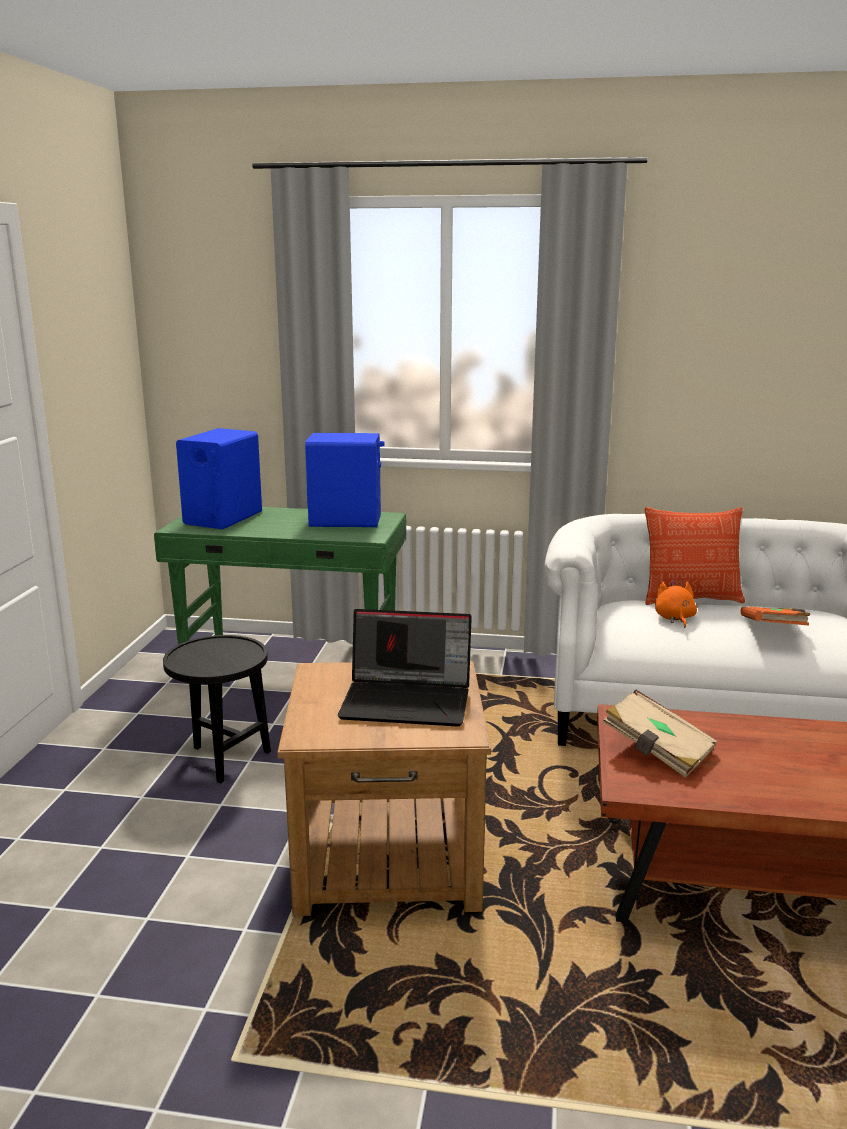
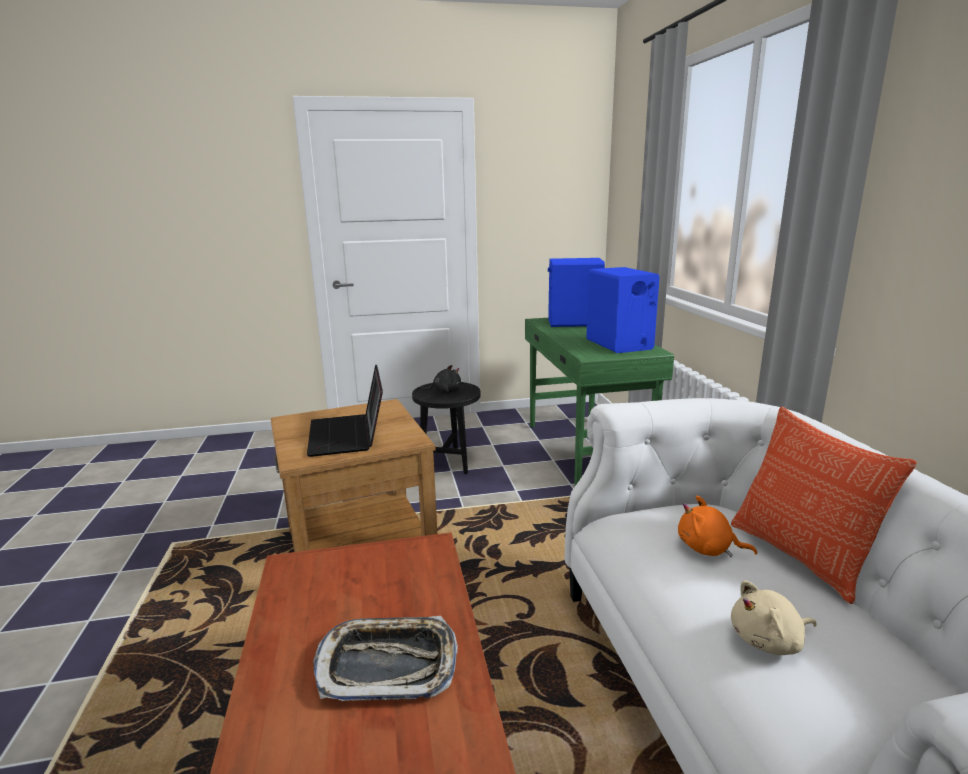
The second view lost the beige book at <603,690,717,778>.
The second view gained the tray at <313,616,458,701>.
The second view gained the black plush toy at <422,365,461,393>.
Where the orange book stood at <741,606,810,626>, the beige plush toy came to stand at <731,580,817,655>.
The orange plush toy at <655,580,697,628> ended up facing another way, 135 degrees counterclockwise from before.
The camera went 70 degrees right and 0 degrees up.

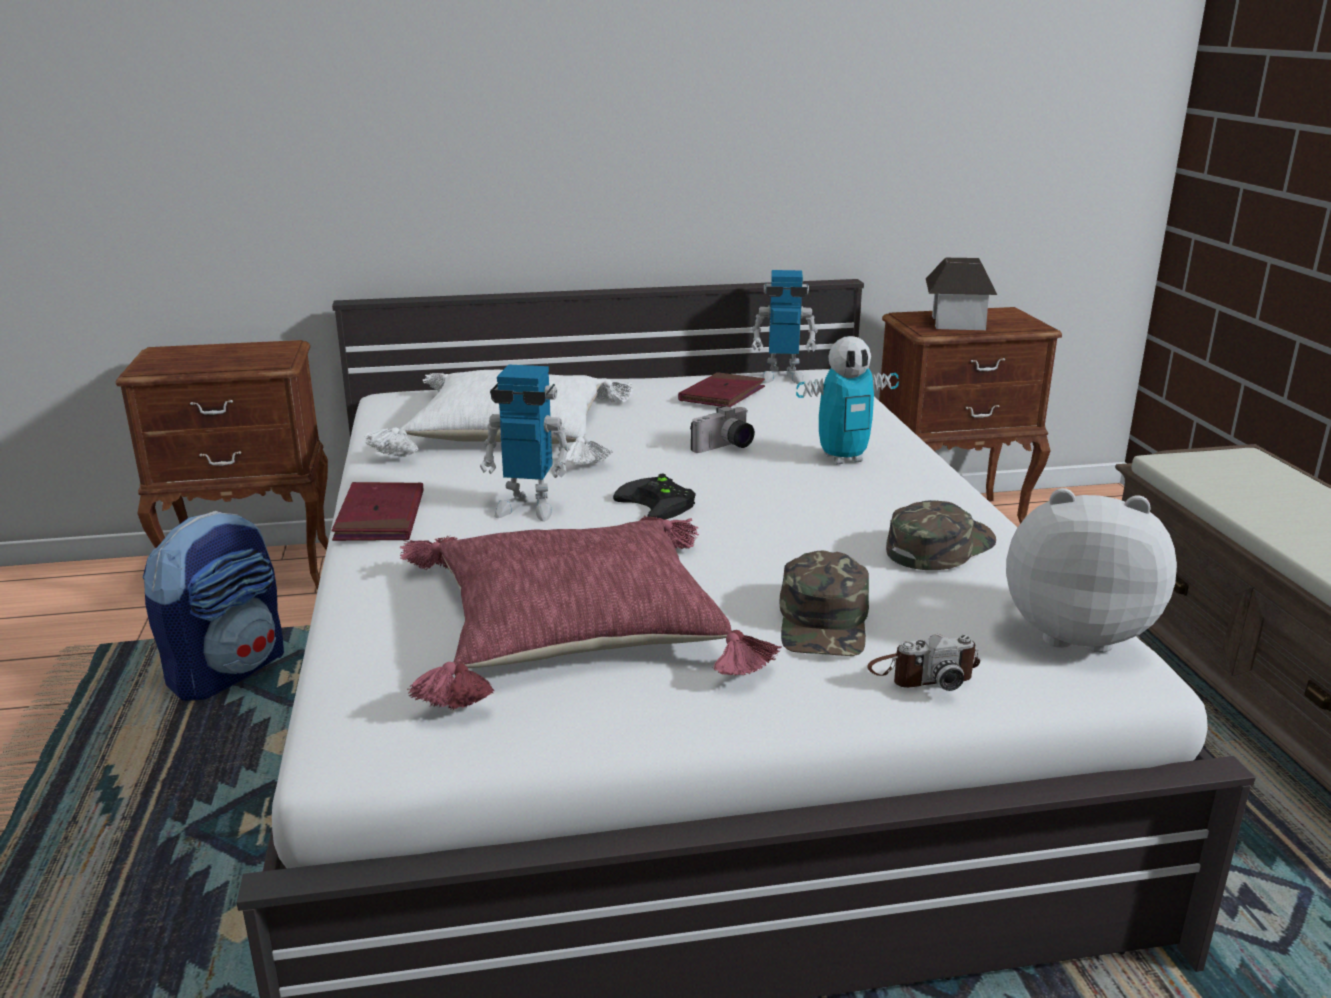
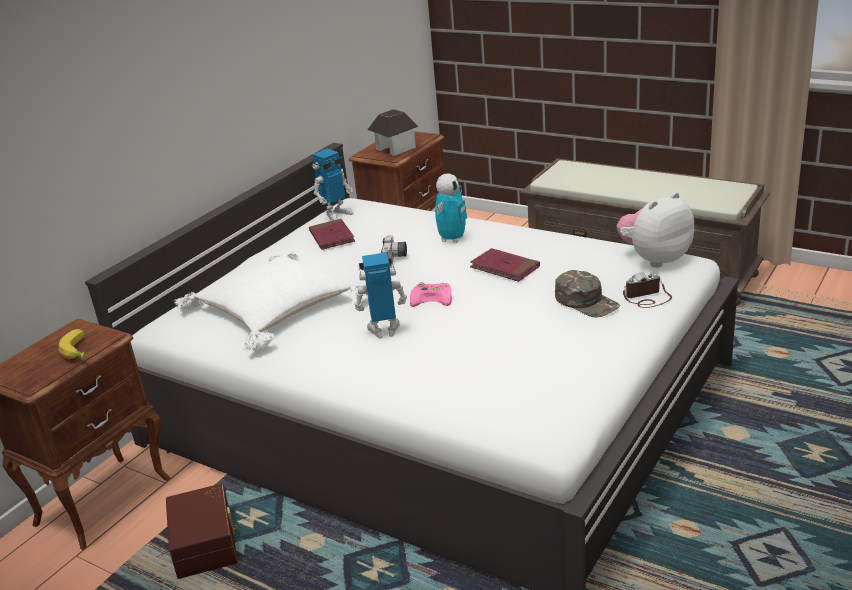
The second view lost the red pillow at <400,516,782,710>.
The second view lost the green cap at <886,500,996,570>.
The second view gained the banana at <59,329,86,359>.
The red book ended up elsewhere, having gone from <331,482,423,541> to <470,248,540,282>.
Where the backpack stood at <143,511,284,701>, the brown storage box came to stand at <166,484,238,579>.
What was the black game controller at <613,474,696,520> turned into the pink game controller at <410,282,452,307>.
The toy robot at <480,365,571,521> ended up facing another way, 150 degrees counterclockwise from before.
The photo camera at <867,634,980,691> ended up facing another way, 135 degrees counterclockwise from before.
The camera went 45 degrees left and 5 degrees up.

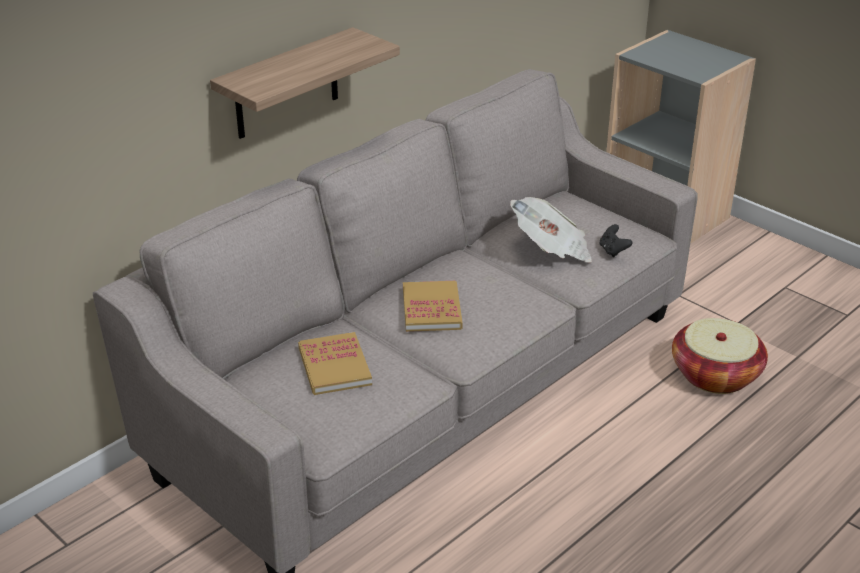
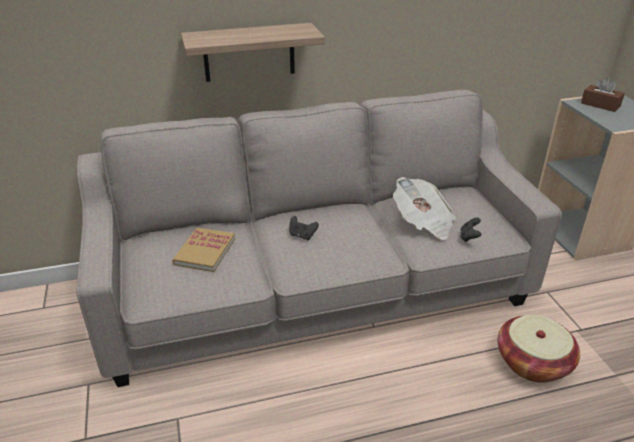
The second view gained the brown tissue box at <581,78,625,112>.
Where the book stood at <403,281,462,332>, the black game controller came to stand at <289,216,319,240>.
The camera went 30 degrees right and 0 degrees up.

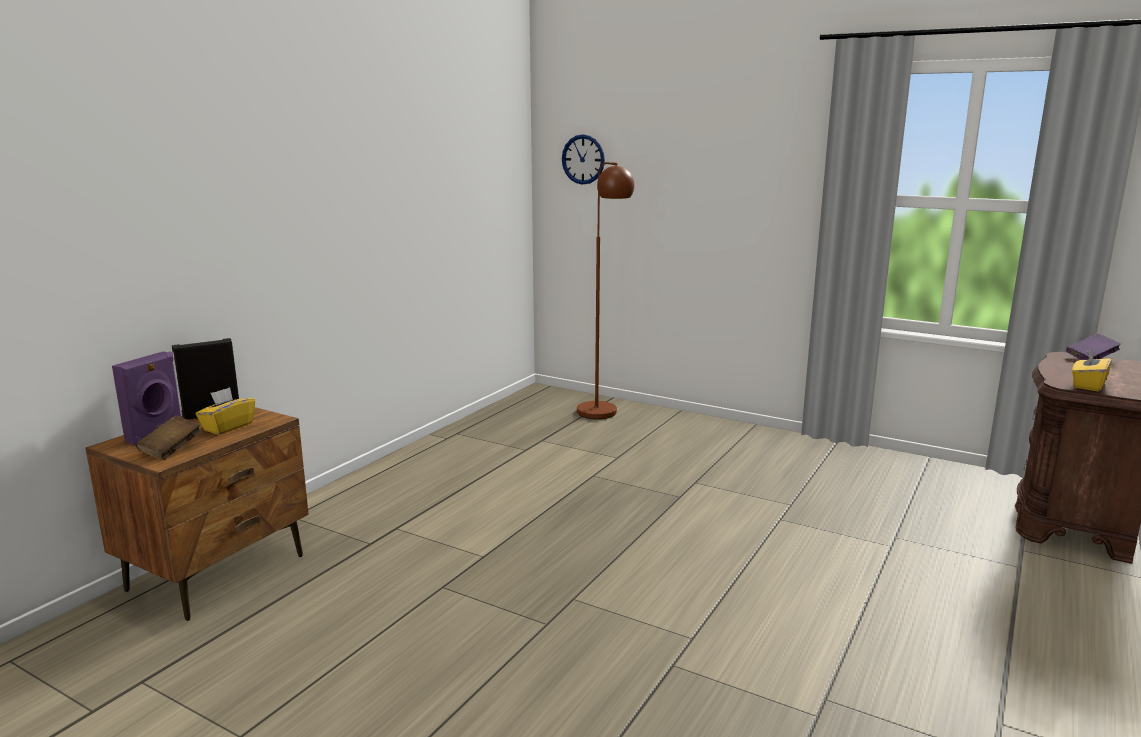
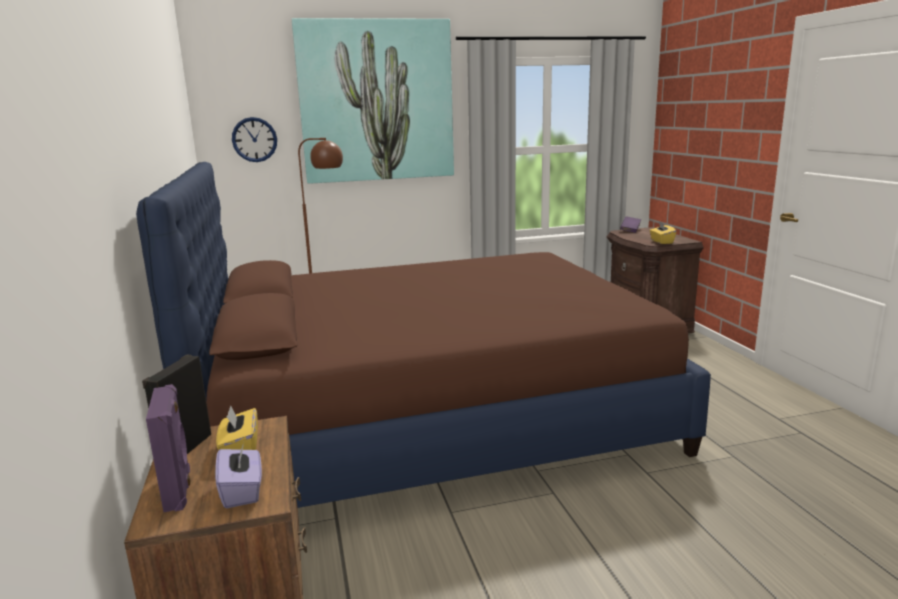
The second view gained the brown bed at <136,162,711,508>.
The second view gained the picture at <292,18,454,184>.
Where the brown book stood at <136,415,201,460>, the purple tissue box came to stand at <215,442,262,508>.
The camera went 45 degrees left and 0 degrees up.

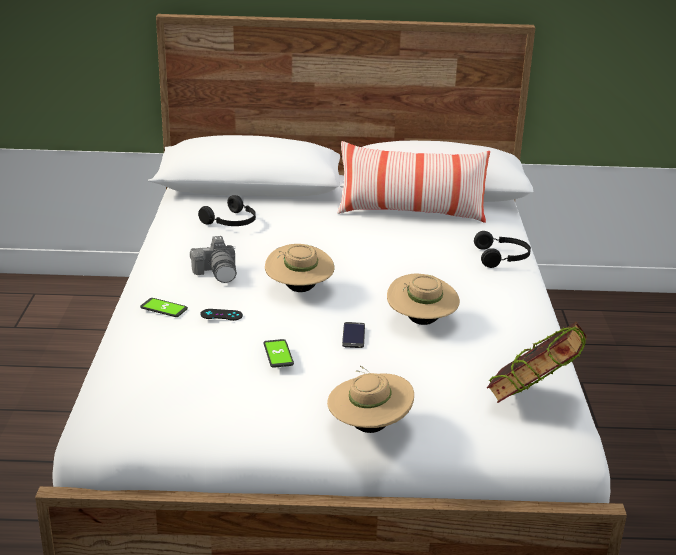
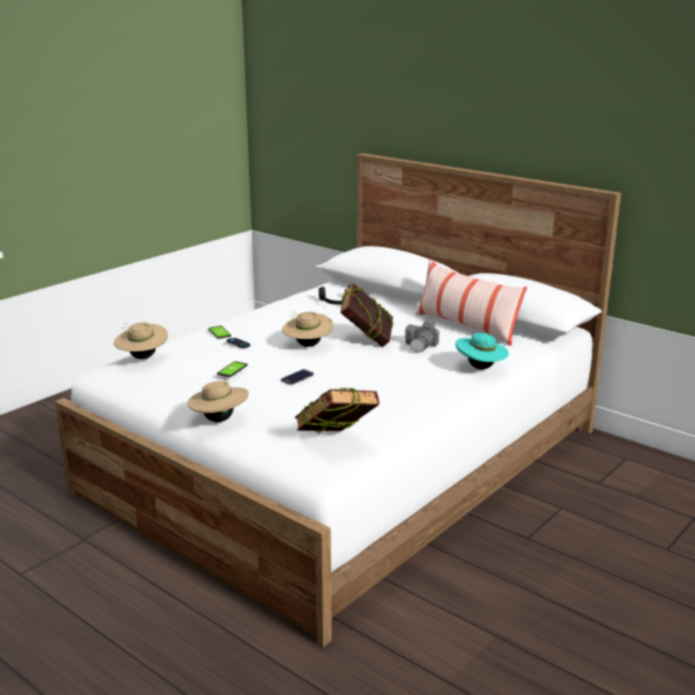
The second view gained the book at <340,283,394,347>.
The photo camera ended up elsewhere, having gone from <190,236,237,283> to <405,320,439,352>.
The beige hat ended up elsewhere, having gone from <387,274,460,325> to <114,322,168,359>.
Where the black headphones stood at <474,231,531,268>, the turquoise hat came to stand at <455,333,509,369>.
The camera went 40 degrees right and 5 degrees down.

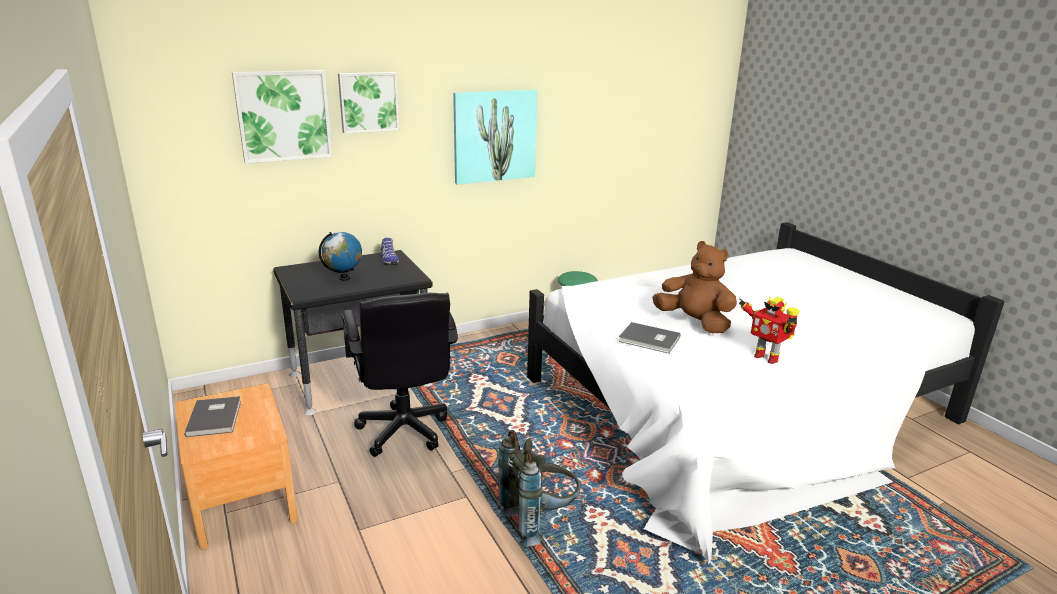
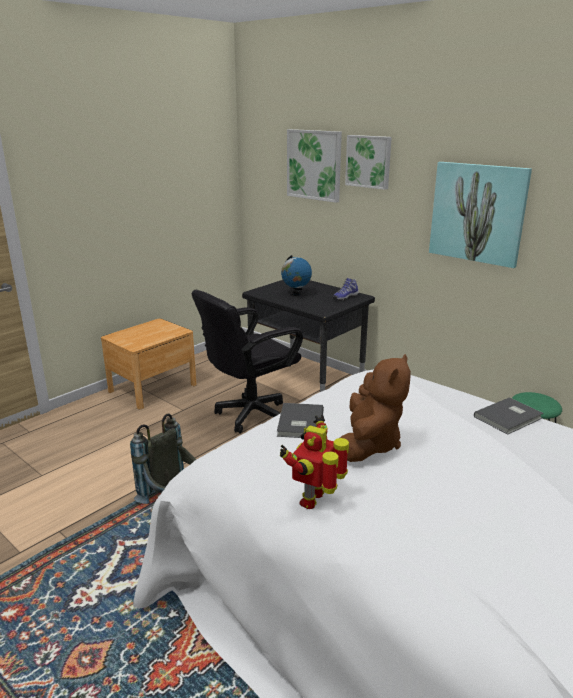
The grey book ended up elsewhere, having gone from <185,396,241,437> to <474,397,544,434>.
The camera went 70 degrees right and 0 degrees up.

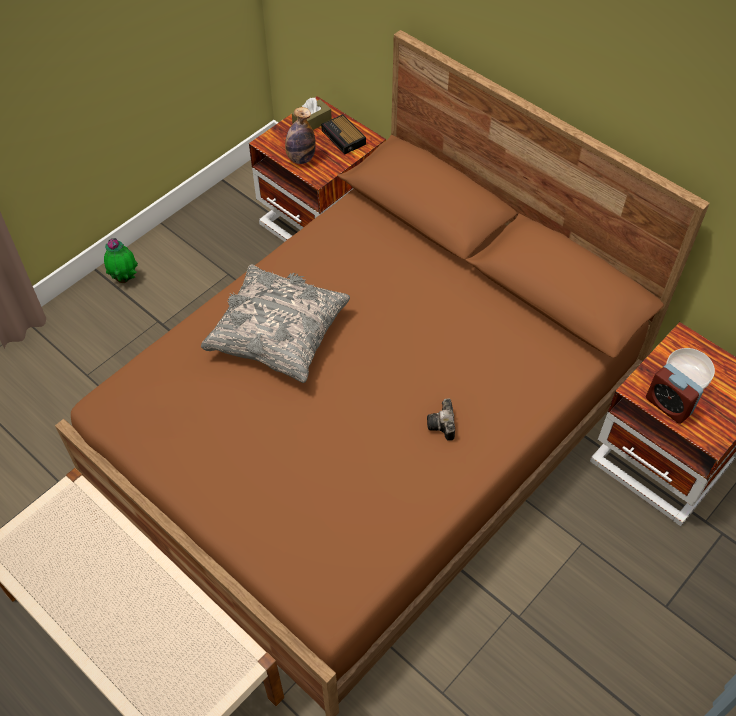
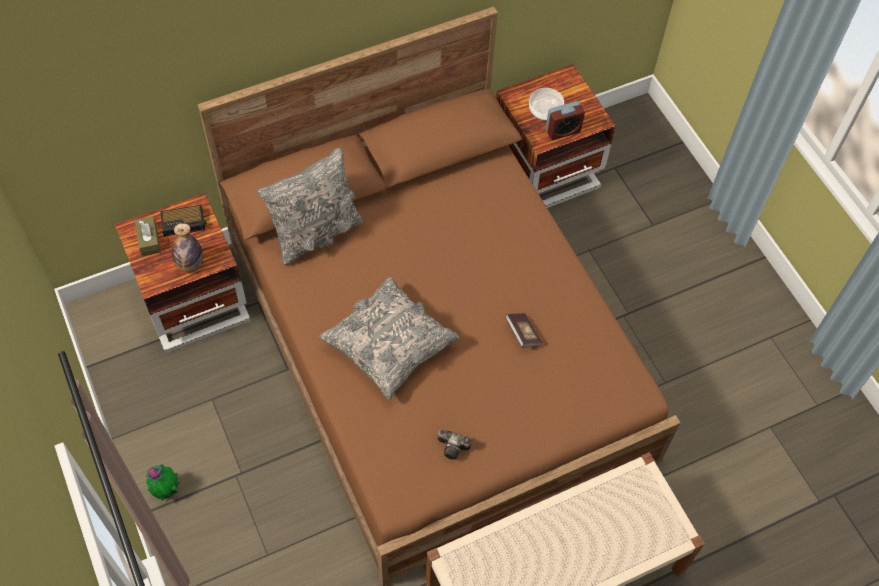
The second view gained the grey pillow at <258,148,363,265>.
The second view gained the book at <505,313,543,348>.
The photo camera ended up elsewhere, having gone from <427,398,455,441> to <437,430,471,460>.
The camera went 70 degrees left and 5 degrees up.

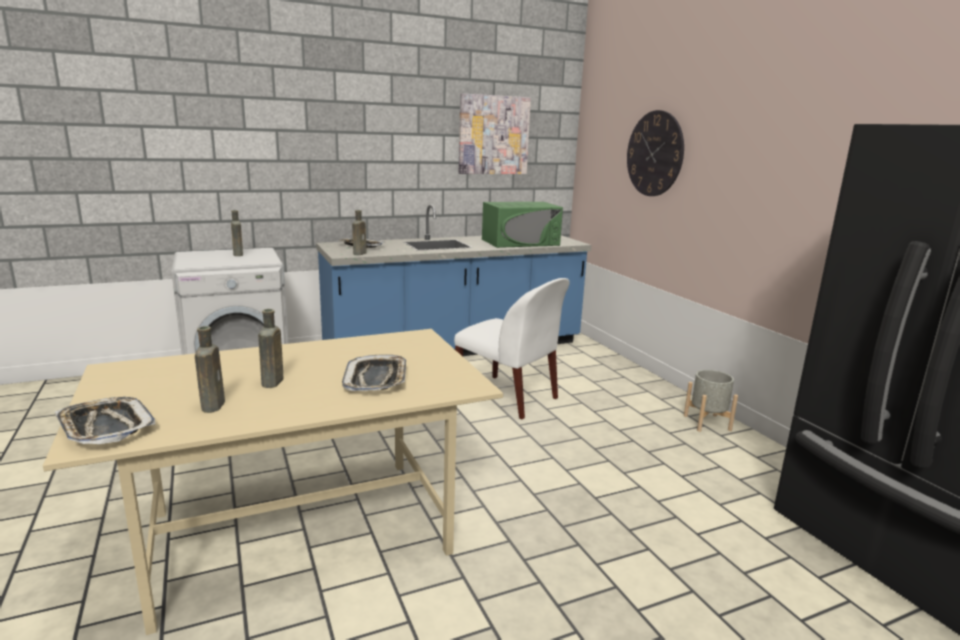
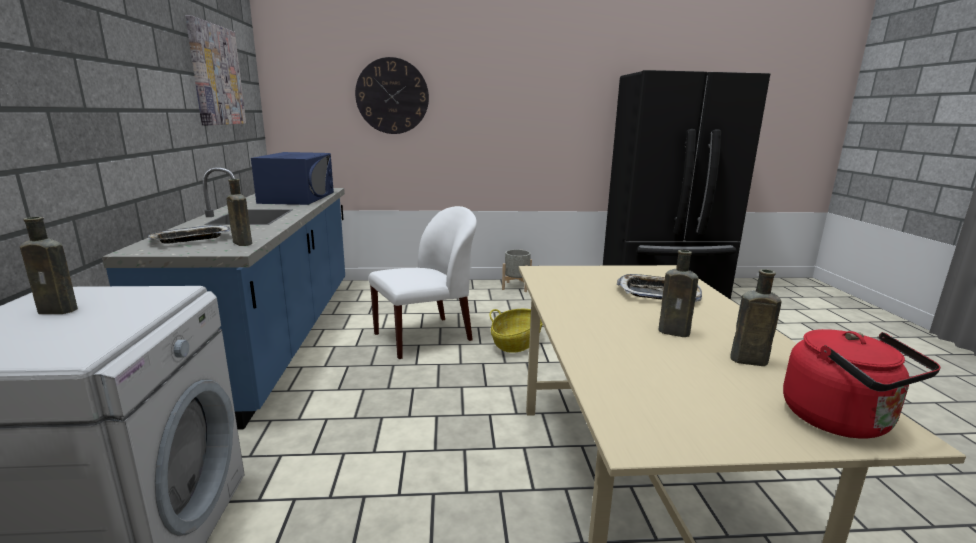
The second view gained the basket at <489,309,543,353>.
Where the tray stood at <55,397,156,444>, the red kettle came to stand at <783,329,941,439>.
What was the green microwave at <482,202,563,248> turned into the blue microwave at <251,152,334,205>.
The camera went 70 degrees left and 0 degrees up.

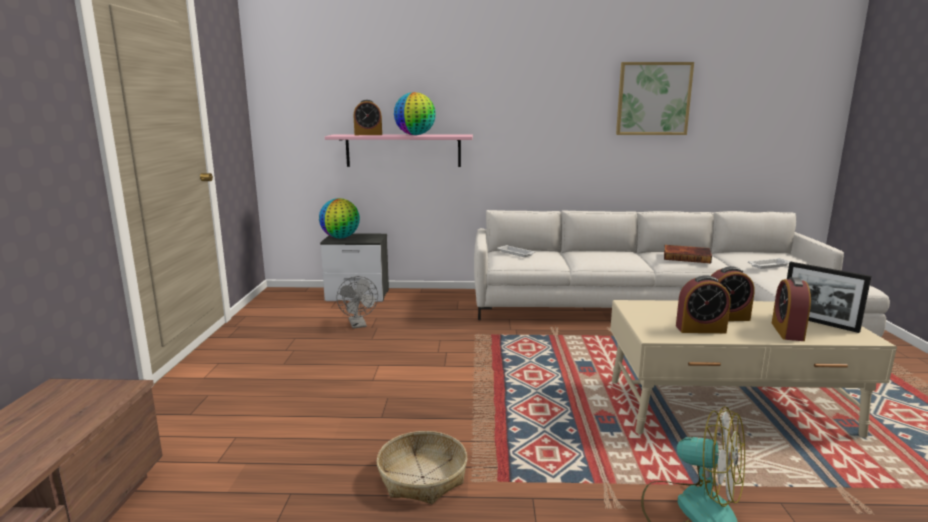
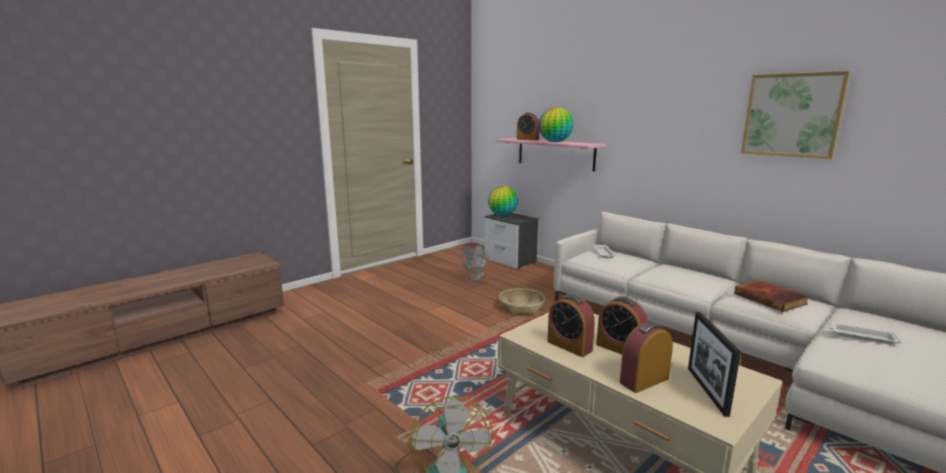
The basket ended up elsewhere, having gone from <377,431,467,504> to <499,288,545,316>.
The camera went 45 degrees right and 0 degrees up.

